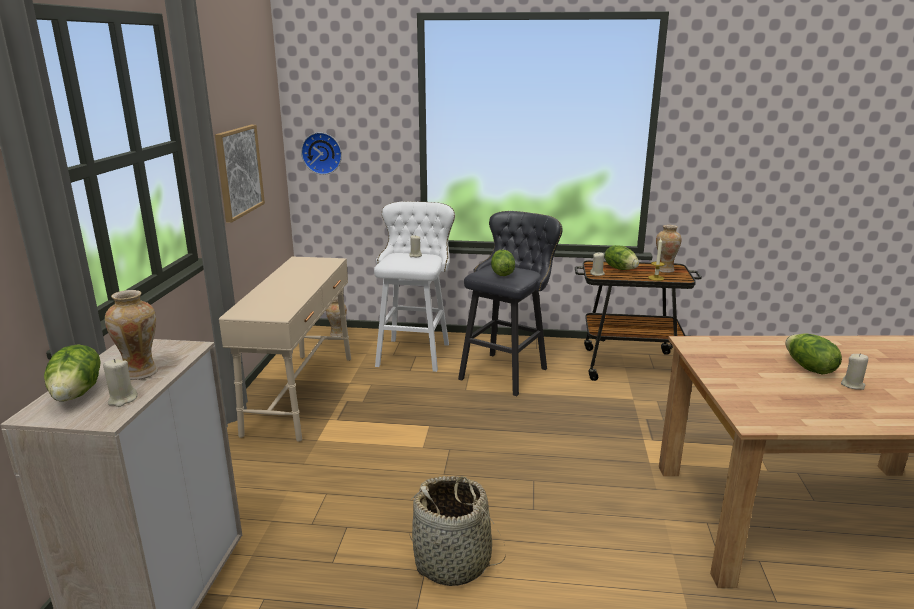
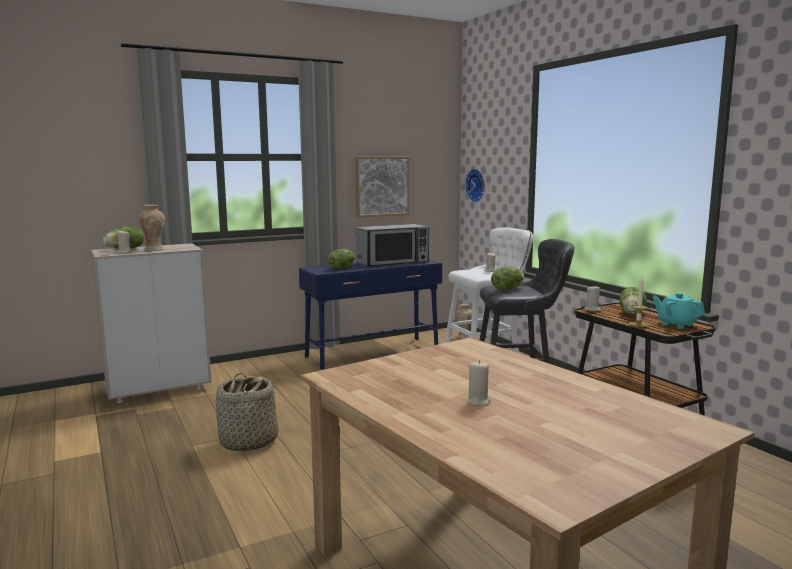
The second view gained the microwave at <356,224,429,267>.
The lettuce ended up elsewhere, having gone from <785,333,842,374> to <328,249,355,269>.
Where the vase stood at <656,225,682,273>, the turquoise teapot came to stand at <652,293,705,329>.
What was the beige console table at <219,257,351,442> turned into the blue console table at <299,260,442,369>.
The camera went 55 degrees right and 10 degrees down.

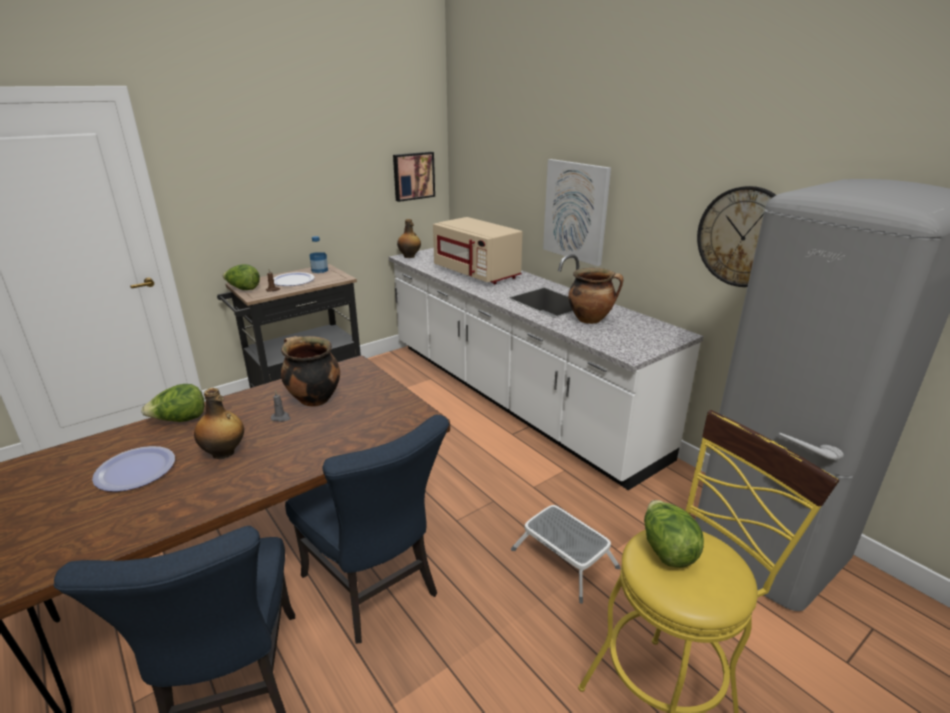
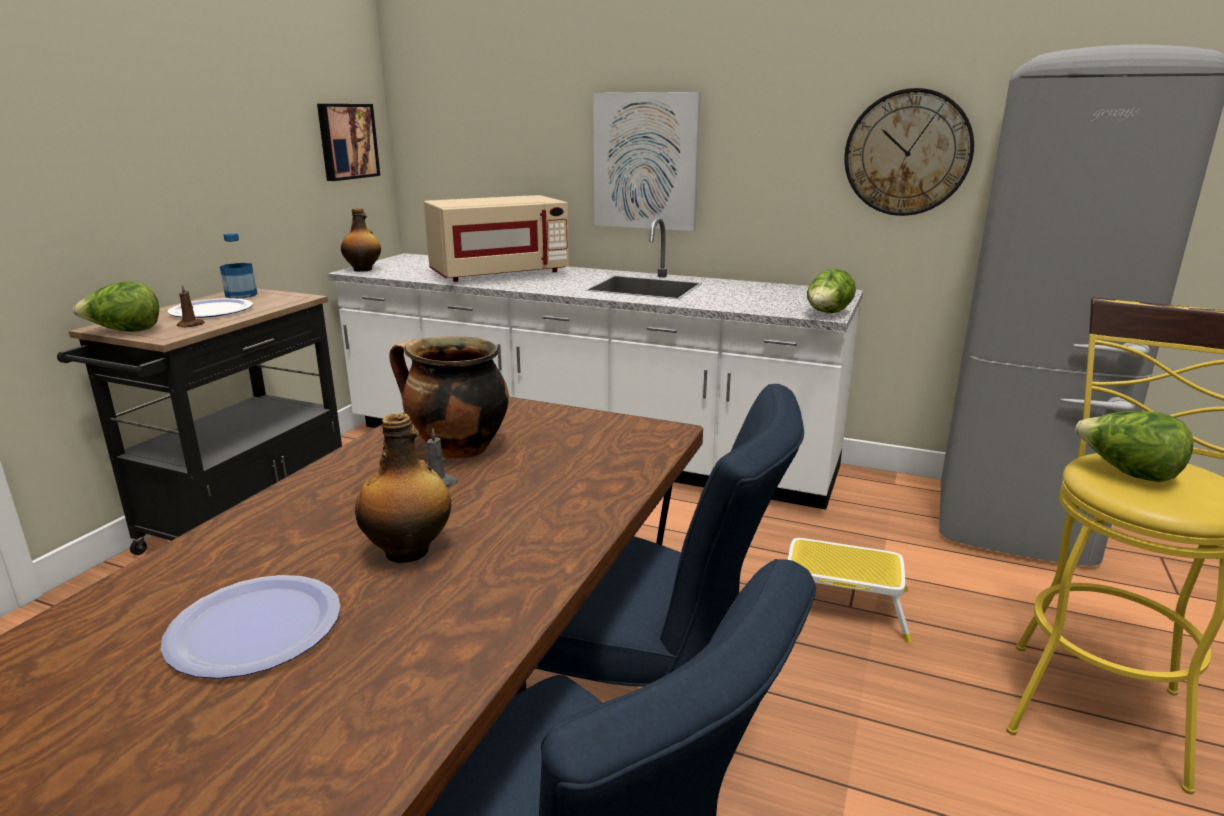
The second view lost the cooking pot at <568,268,623,324>.
The lettuce ended up elsewhere, having gone from <141,384,204,422> to <807,269,856,313>.
What was the grey step ladder at <511,505,621,603> turned into the yellow step ladder at <787,538,912,643>.
The beige microwave at <433,217,523,284> ended up facing another way, 45 degrees counterclockwise from before.
The camera went 30 degrees left and 5 degrees down.

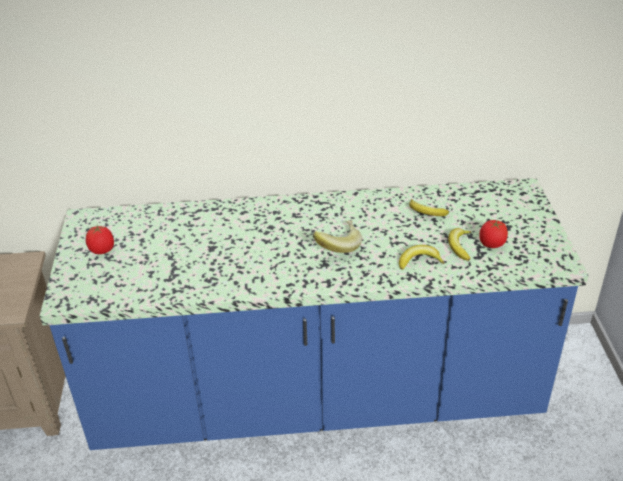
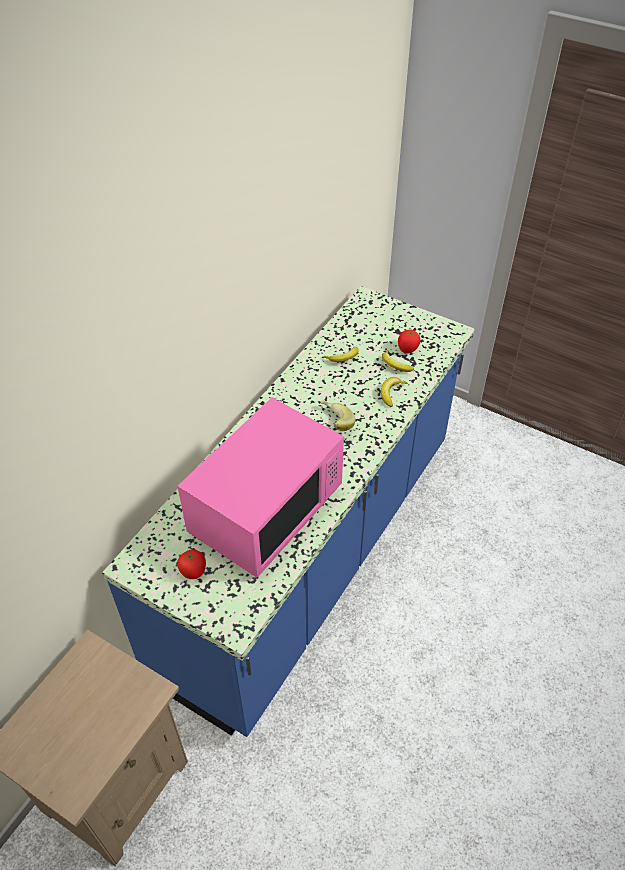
The second view gained the pink microwave at <177,397,344,578>.
The camera went 55 degrees left and 10 degrees up.

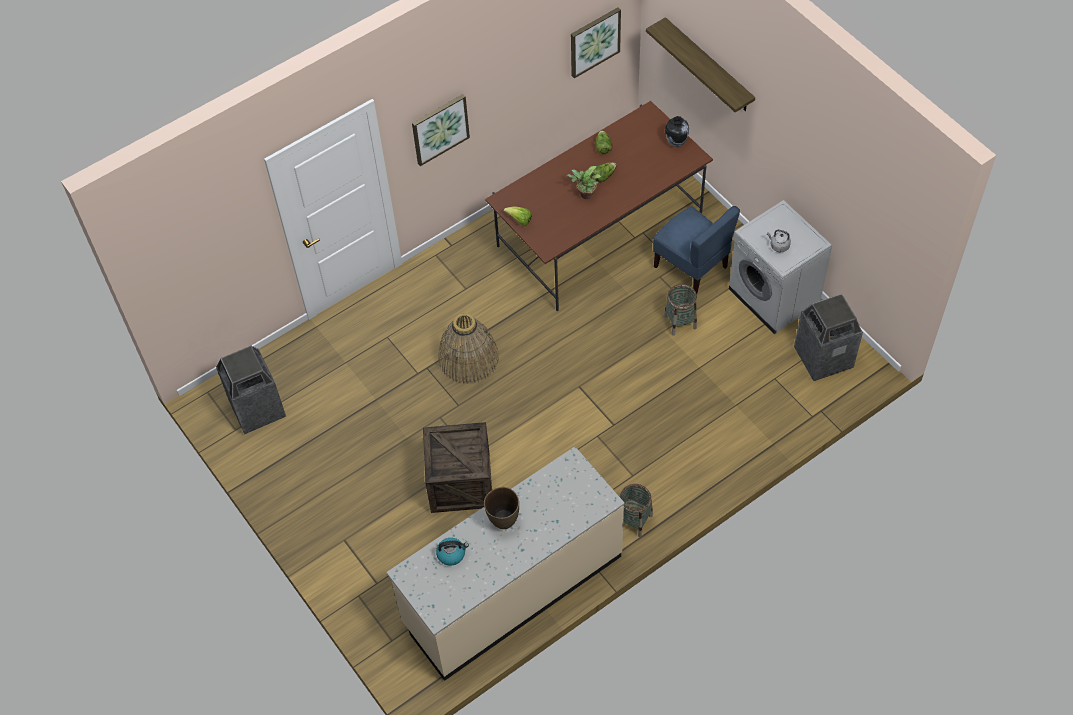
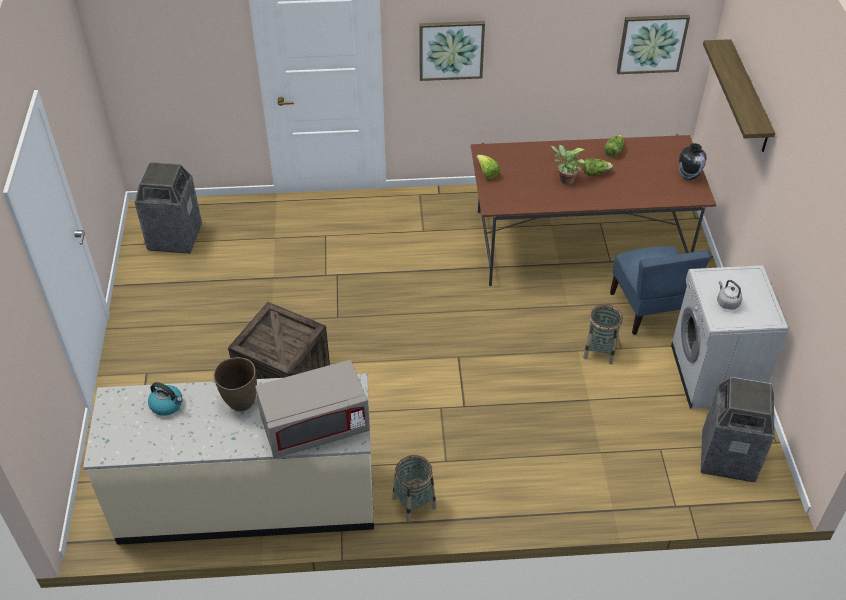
The second view lost the basket at <438,313,499,384>.
The second view gained the grey microwave at <255,360,370,459>.
The camera went 30 degrees right and 10 degrees down.

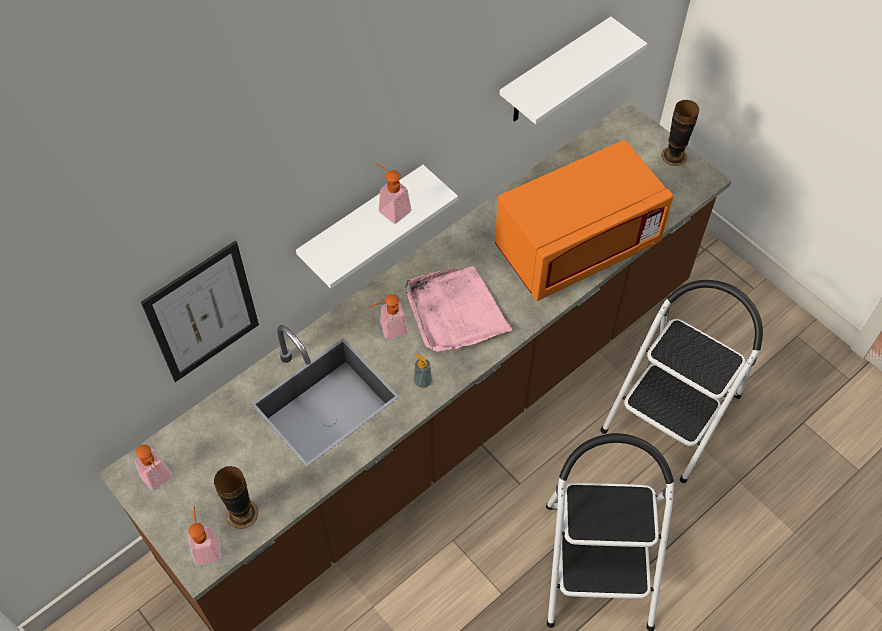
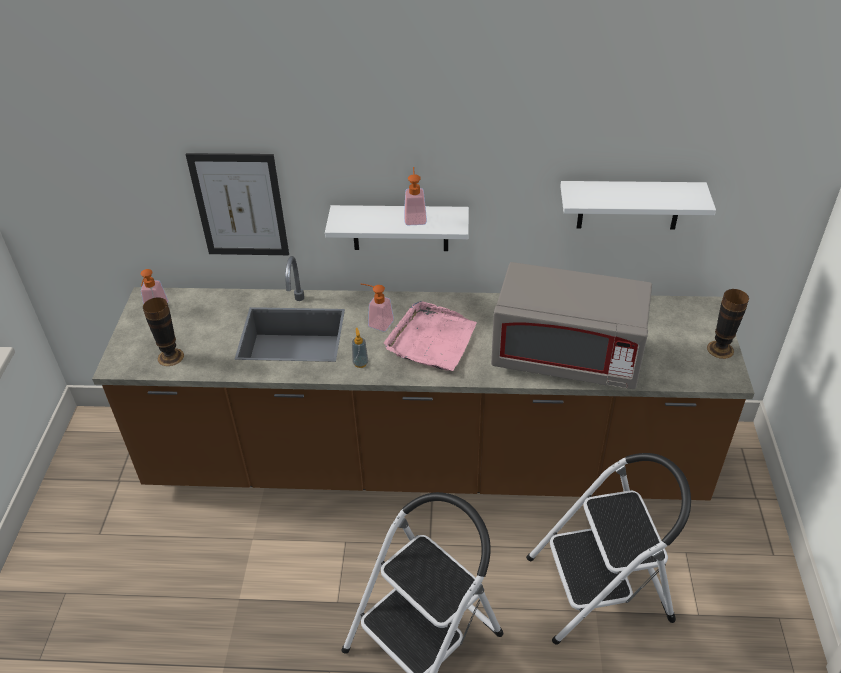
The second view lost the soap dispenser at <188,506,221,566>.
What was the orange microwave at <495,140,673,301> turned into the grey microwave at <491,262,652,389>.
The camera went 45 degrees right and 15 degrees down.

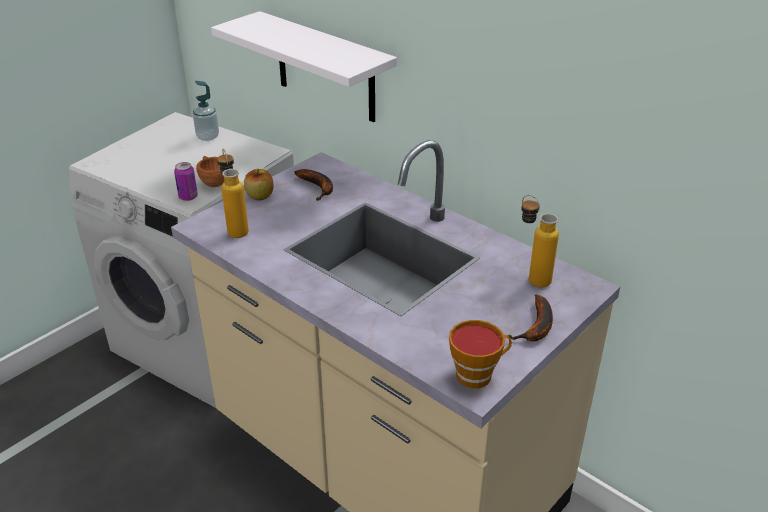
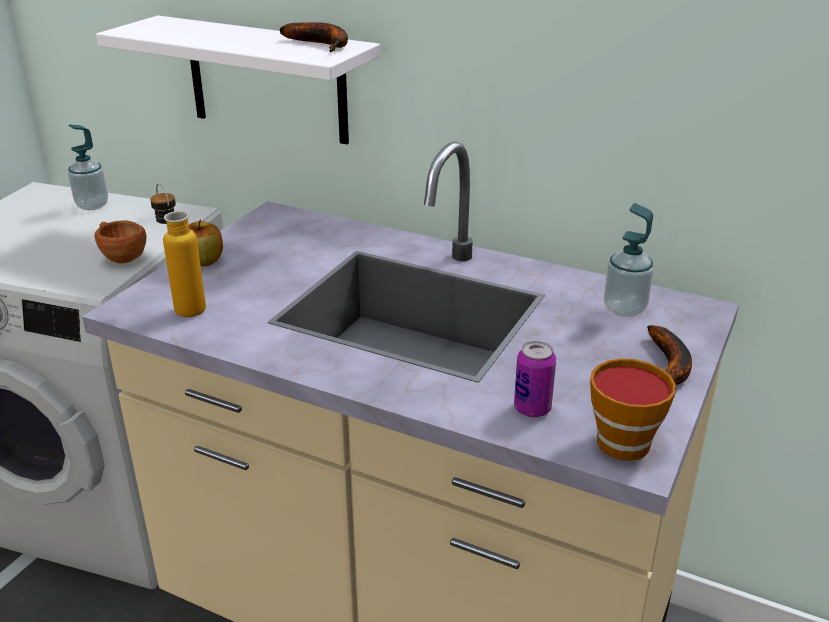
The can ended up elsewhere, having gone from <174,162,198,201> to <514,341,556,417>.
The banana ended up elsewhere, having gone from <295,169,333,201> to <280,22,348,52>.
Where the bottle stood at <521,195,559,287>, the soap dispenser came to stand at <604,203,654,317>.
The camera went 15 degrees left and 5 degrees down.

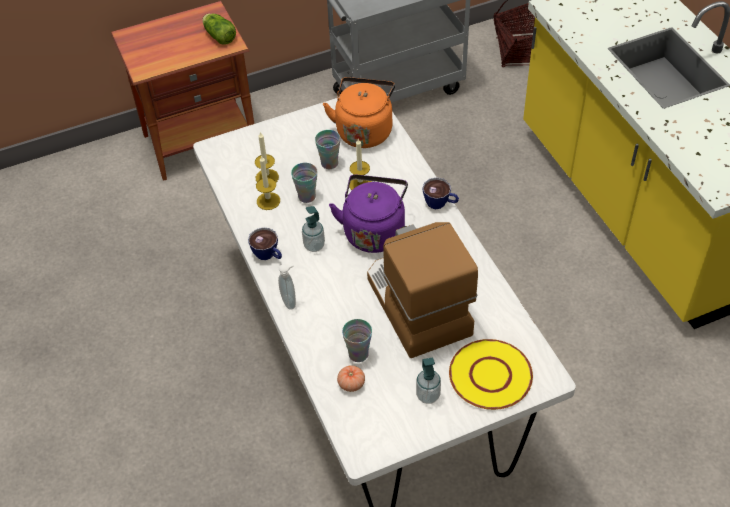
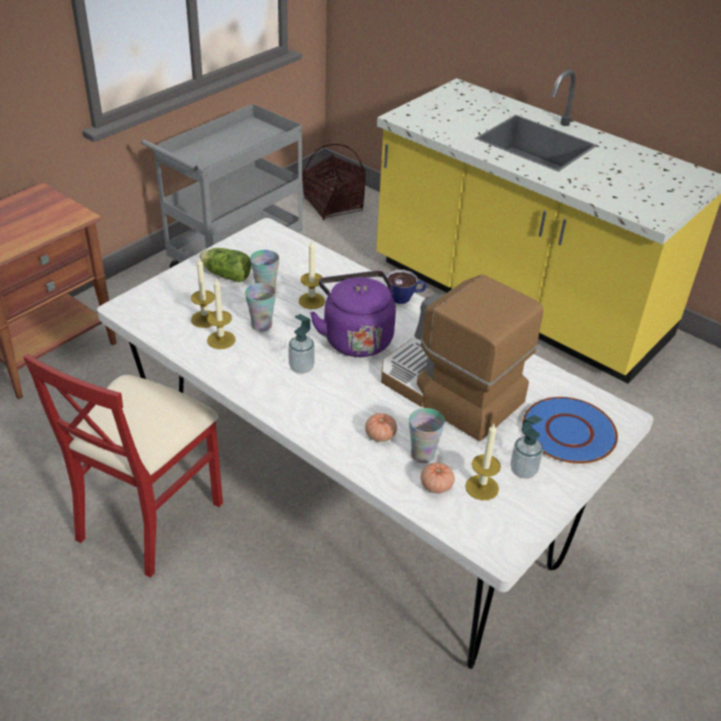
The second view lost the cup at <248,227,282,260>.
The second view lost the soap dispenser at <278,264,296,310>.
The second view lost the orange kettle at <323,77,395,148>.
The second view gained the red chair at <23,354,223,578>.
The second view gained the tomato at <365,413,397,442>.
The second view gained the candle at <465,424,501,500>.
The lettuce ended up elsewhere, having gone from <202,14,236,45> to <199,248,251,282>.
What was the yellow plate at <449,339,533,410> turned into the blue plate at <523,397,618,464>.
The camera went 30 degrees left and 10 degrees down.

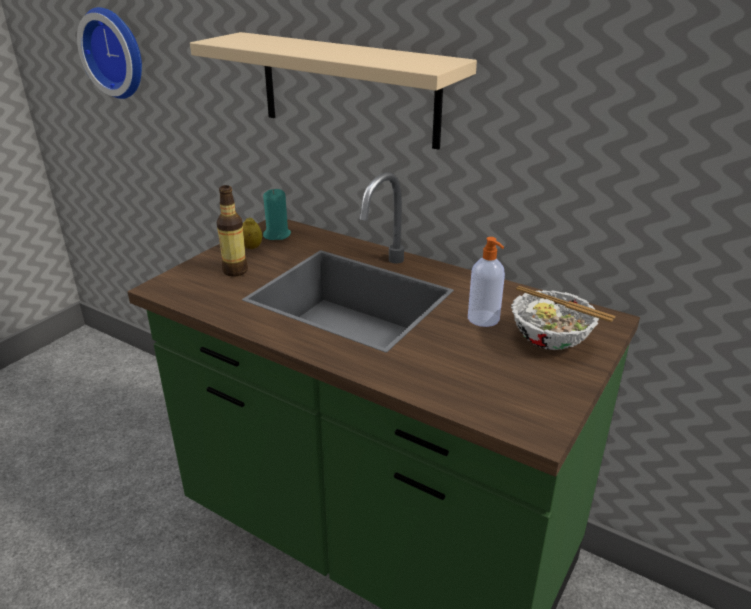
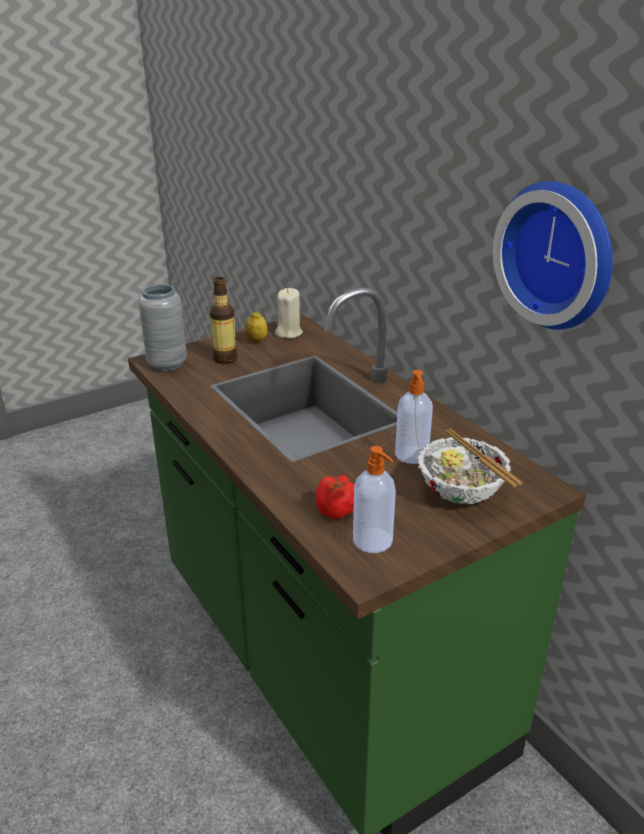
The second view lost the beige shelf at <190,32,477,150>.
The second view gained the grey vase at <138,284,187,371>.
The second view gained the tomato at <315,475,355,519>.
The second view gained the soap dispenser at <353,446,396,553>.
The wall clock ended up elsewhere, having gone from <77,7,142,99> to <493,181,613,330>.
What was the turquoise candle at <263,189,291,240> turned into the beige candle at <275,288,303,339>.
The camera went 25 degrees right and 0 degrees up.

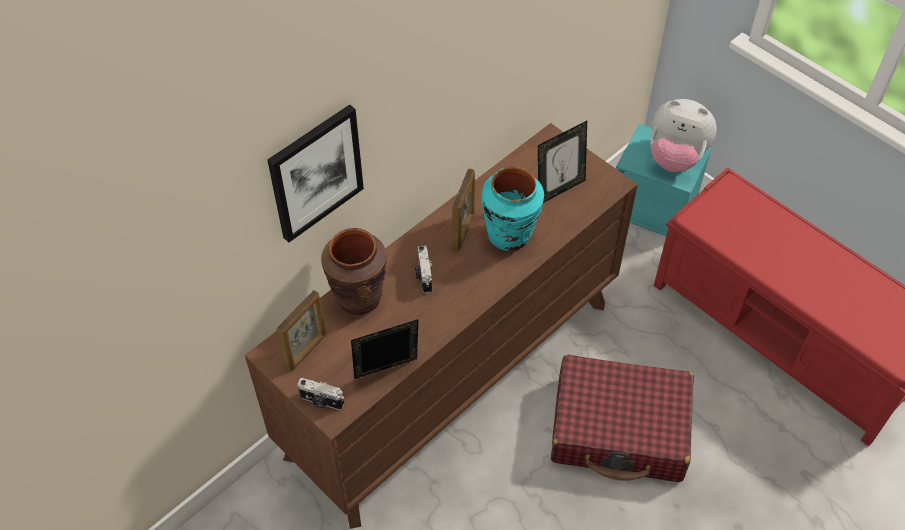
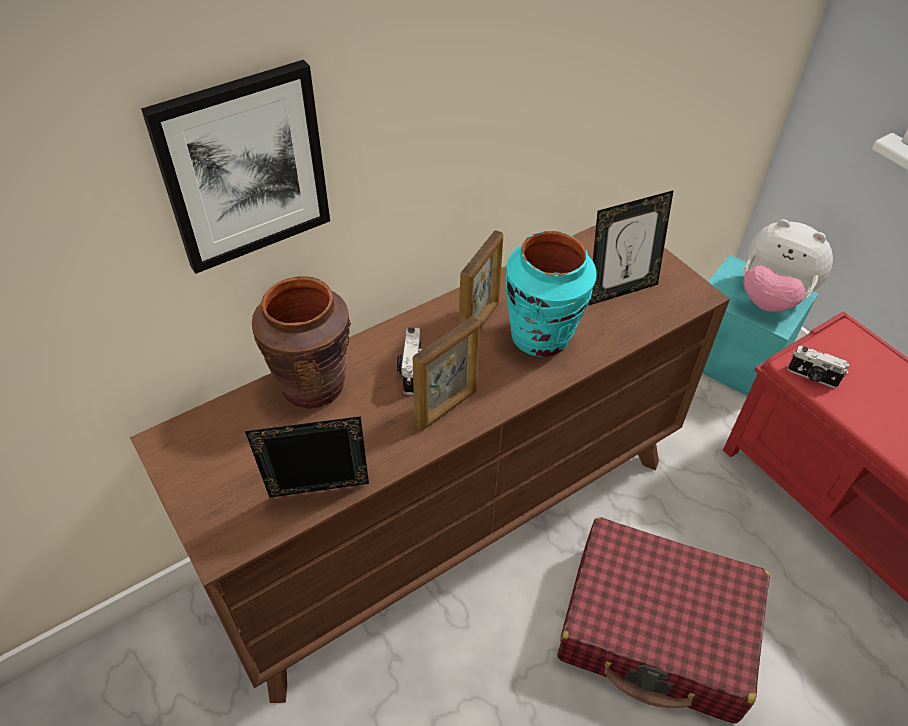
The picture frame ended up elsewhere, having gone from <277,290,326,371> to <413,316,480,430>.
The photo camera ended up elsewhere, having gone from <297,378,344,410> to <788,346,849,388>.
The camera went 10 degrees right and 5 degrees down.

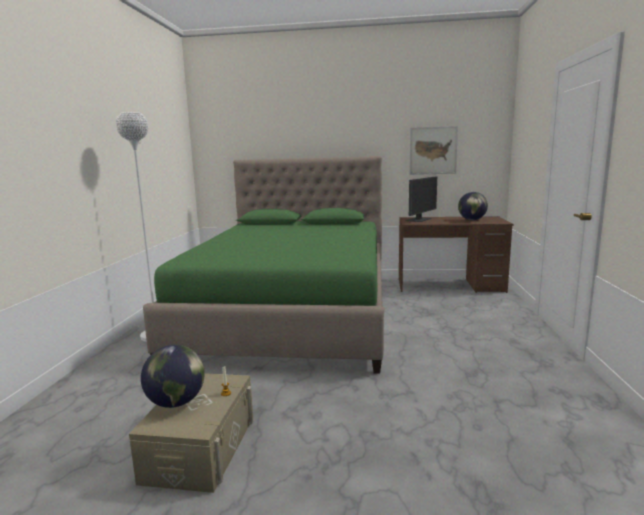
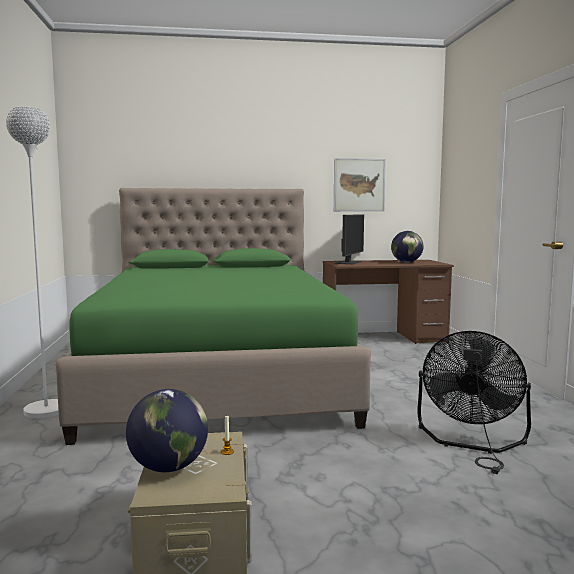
The second view gained the black fan at <417,331,531,474>.
The camera went 15 degrees left and 5 degrees down.

